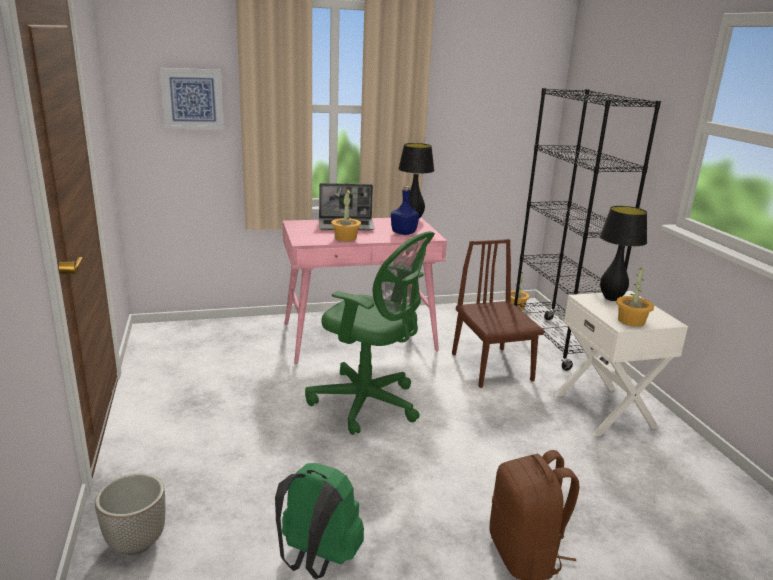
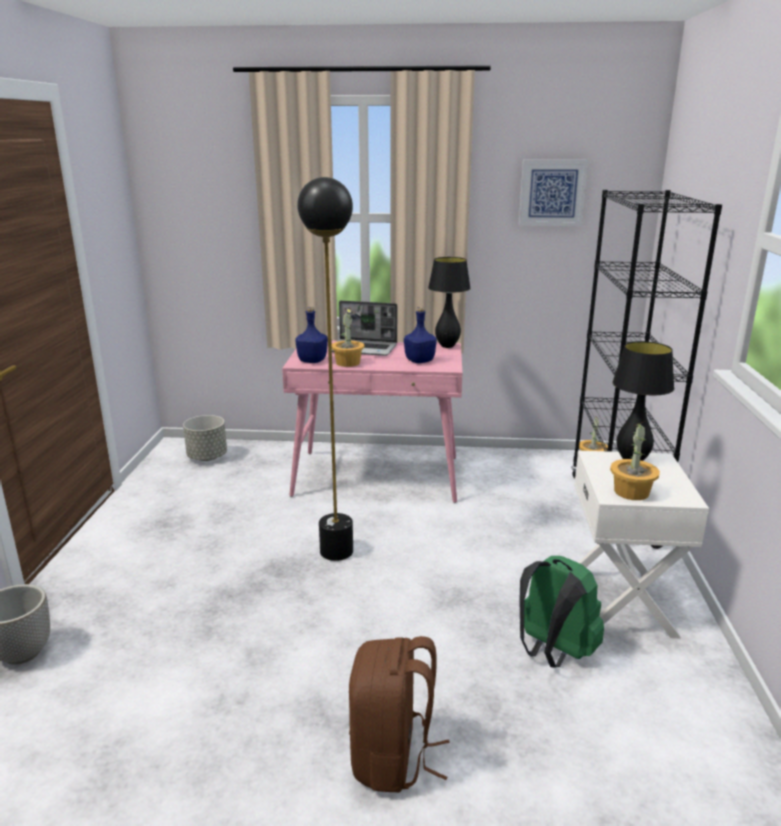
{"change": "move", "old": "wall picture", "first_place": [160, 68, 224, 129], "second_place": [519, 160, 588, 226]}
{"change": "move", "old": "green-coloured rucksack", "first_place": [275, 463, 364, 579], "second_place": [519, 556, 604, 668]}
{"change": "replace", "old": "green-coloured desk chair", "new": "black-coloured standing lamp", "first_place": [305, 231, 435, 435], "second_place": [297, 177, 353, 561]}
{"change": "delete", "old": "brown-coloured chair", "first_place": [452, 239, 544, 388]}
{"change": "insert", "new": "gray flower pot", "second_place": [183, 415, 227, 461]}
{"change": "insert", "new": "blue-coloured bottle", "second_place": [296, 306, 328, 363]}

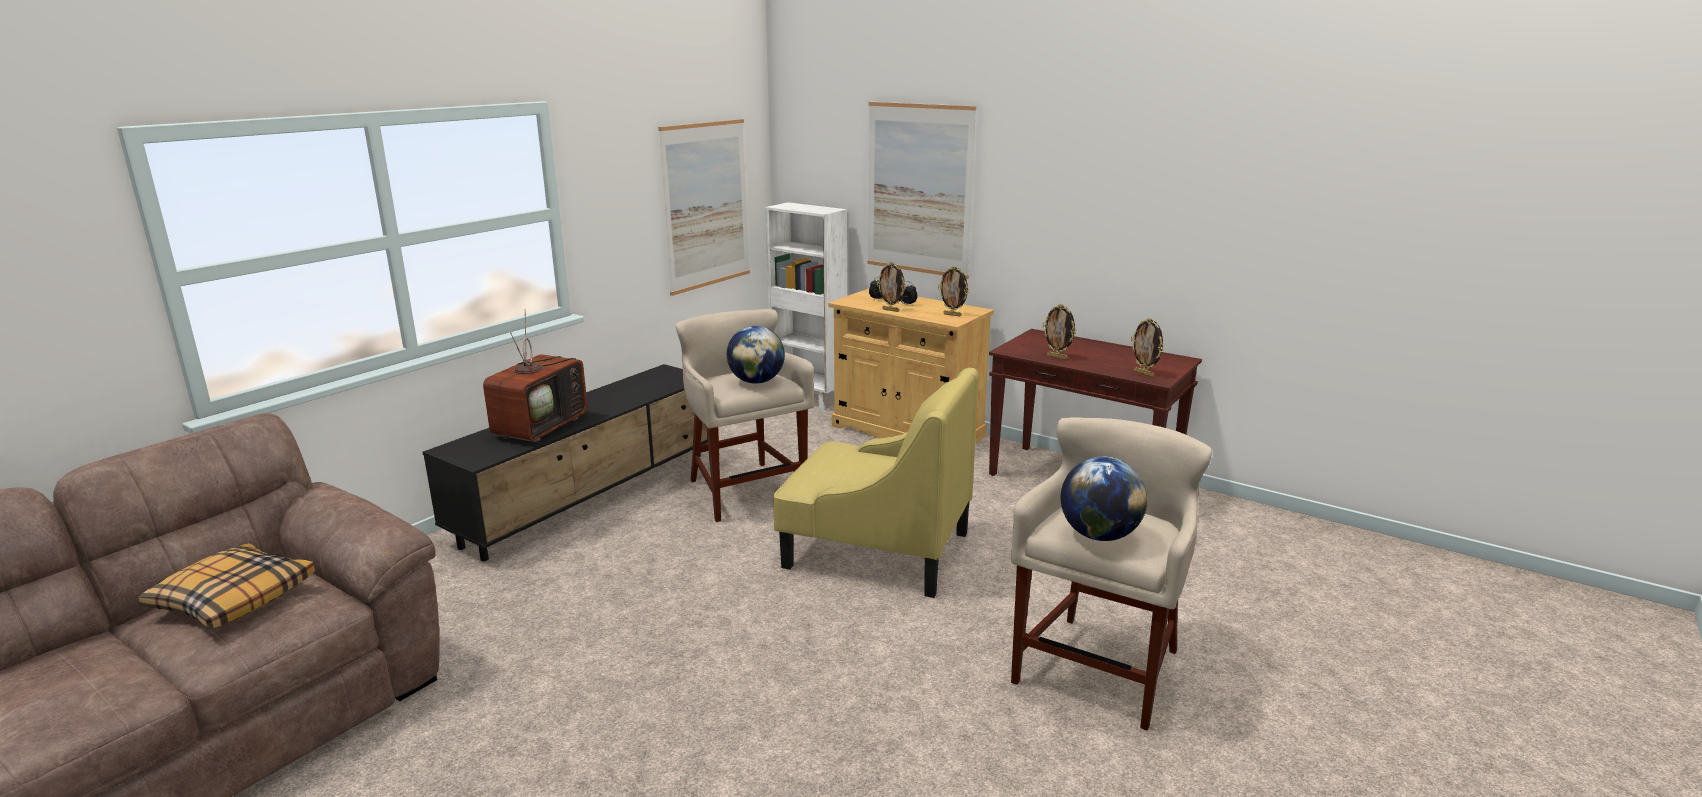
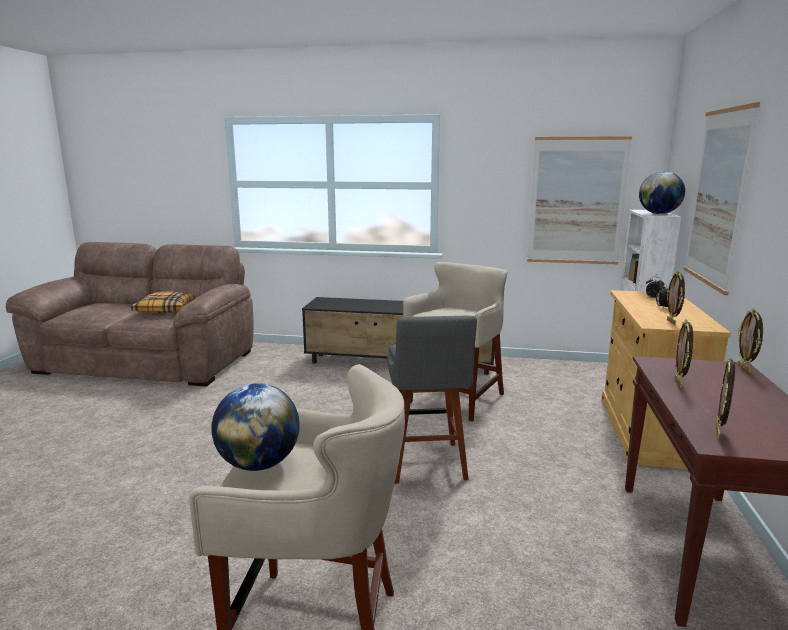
{"change": "delete", "old": "TV", "first_place": [483, 309, 587, 442]}
{"change": "move", "old": "world globe", "first_place": [727, 326, 785, 384], "second_place": [639, 171, 685, 214]}
{"change": "replace", "old": "yellow lounge chair", "new": "gray sitting stool", "first_place": [773, 368, 978, 598], "second_place": [387, 316, 477, 484]}
{"change": "move", "old": "picture frame", "first_place": [877, 262, 906, 312], "second_place": [738, 308, 763, 373]}

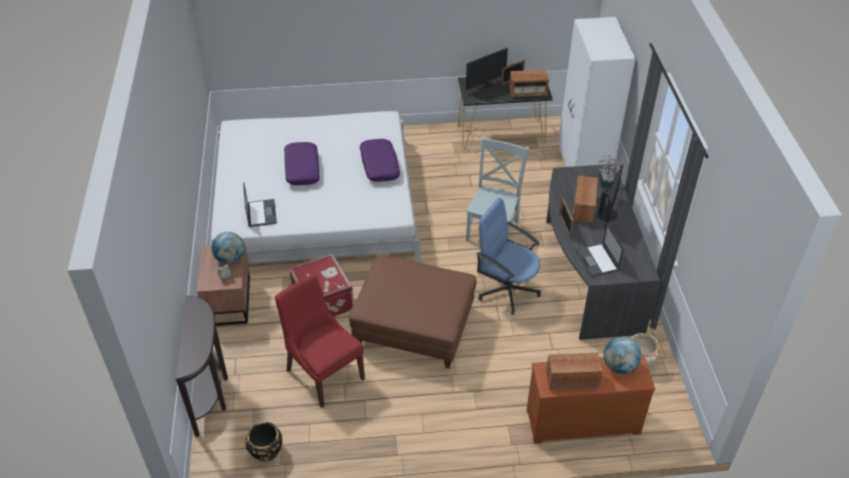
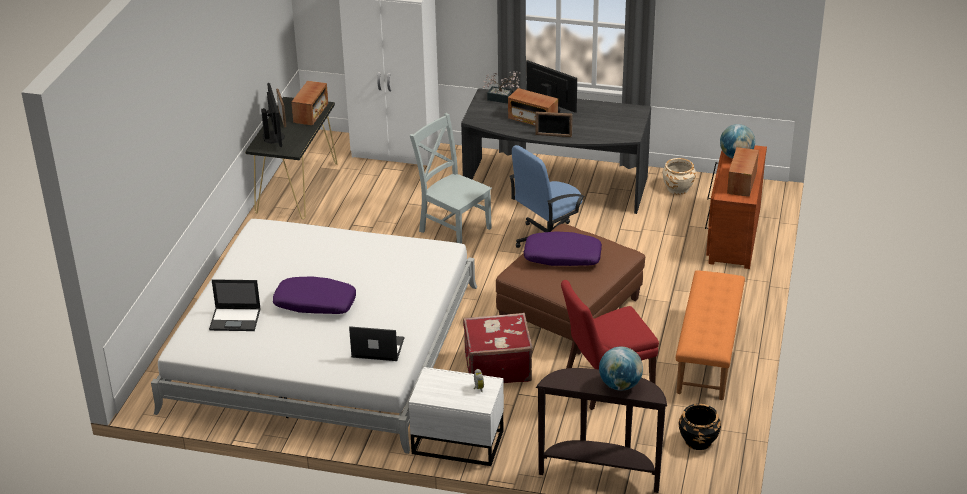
{"change": "recolor", "old": "brown-coloured bedside table", "new": "white-coloured bedside table", "first_place": [197, 243, 250, 326], "second_place": [409, 367, 504, 466]}
{"change": "move", "old": "world globe", "first_place": [211, 232, 244, 264], "second_place": [599, 346, 643, 391]}
{"change": "move", "old": "purplish pillow", "first_place": [360, 139, 400, 182], "second_place": [524, 231, 602, 266]}
{"change": "move", "old": "notebook computer", "first_place": [576, 222, 624, 277], "second_place": [209, 279, 261, 331]}
{"change": "insert", "new": "orange-coloured bench", "second_place": [676, 270, 745, 400]}

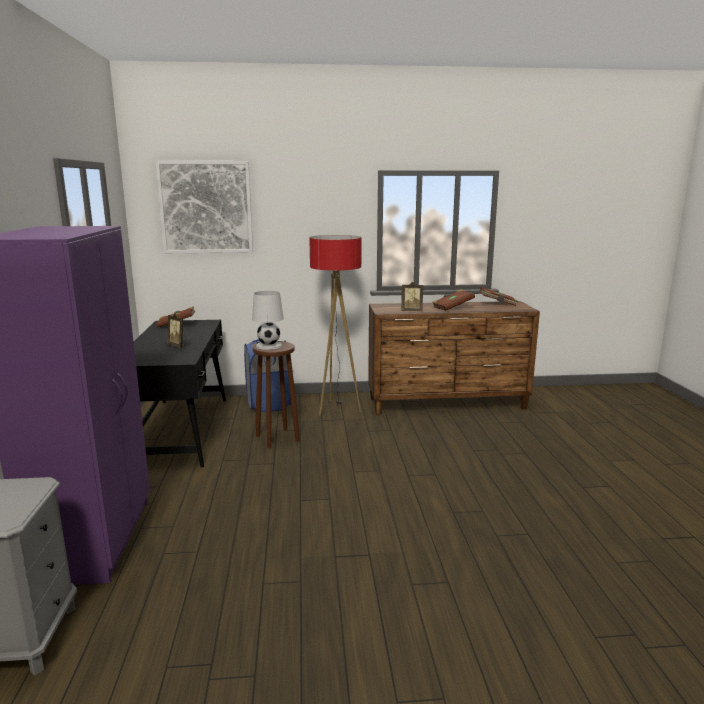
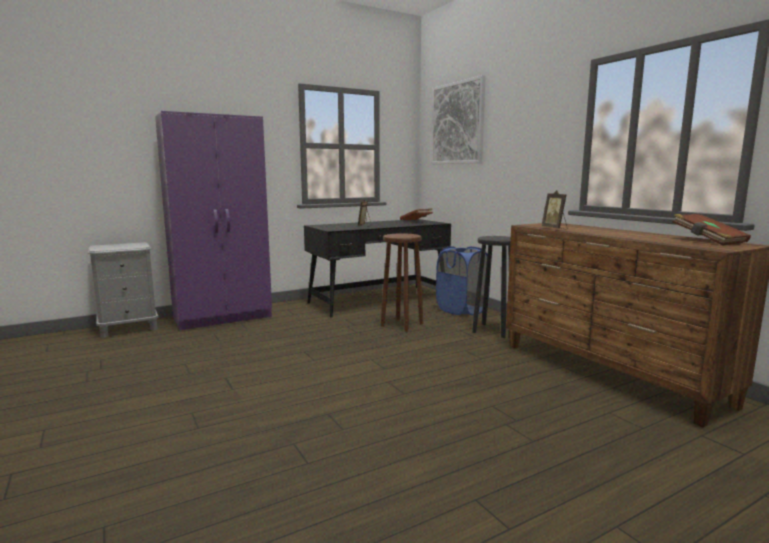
{"change": "delete", "old": "white-coloured tabletop lamp", "first_place": [252, 291, 284, 350]}
{"change": "replace", "old": "standing lamp", "new": "black-coloured sitting stool", "first_place": [309, 235, 361, 417], "second_place": [472, 236, 511, 338]}
{"change": "delete", "old": "brown-coloured book", "first_place": [432, 289, 475, 311]}

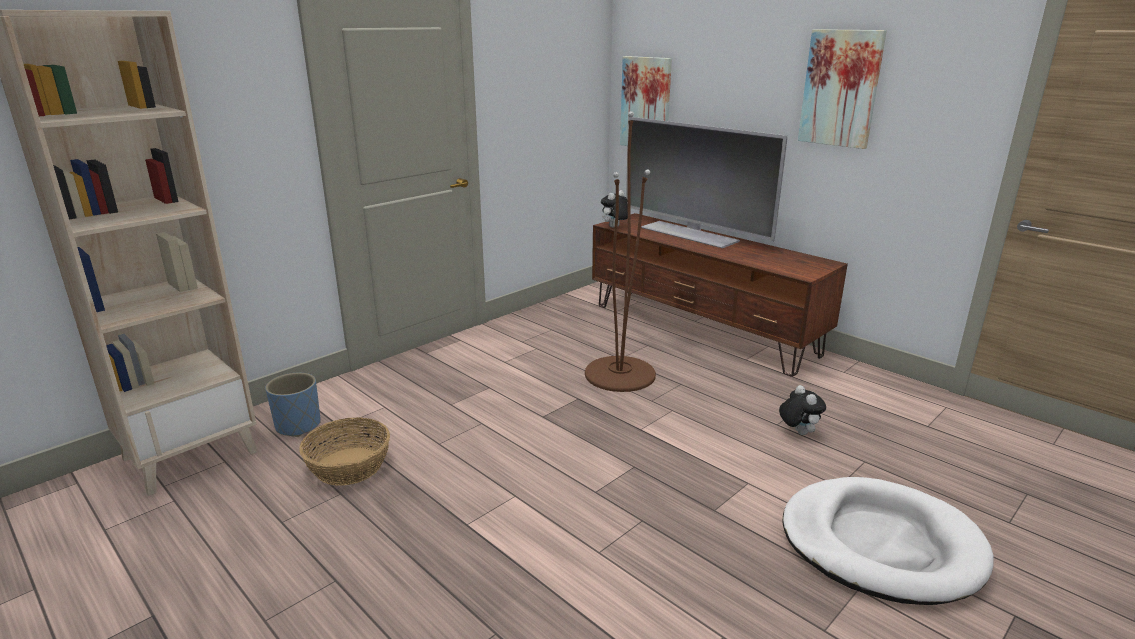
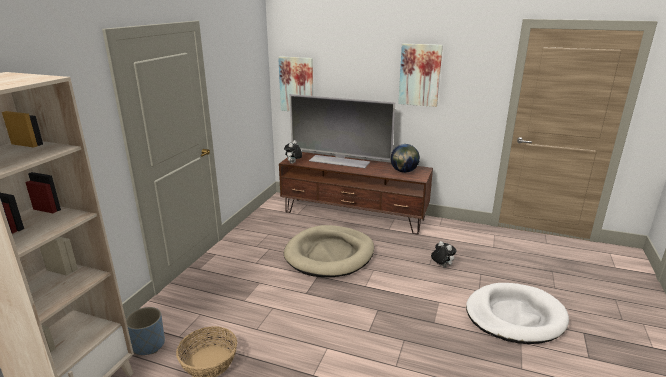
{"change": "replace", "old": "brown-coloured standing lamp", "new": "beige dog cushion", "first_place": [585, 111, 656, 392], "second_place": [284, 225, 374, 277]}
{"change": "insert", "new": "world globe", "second_place": [390, 144, 420, 173]}

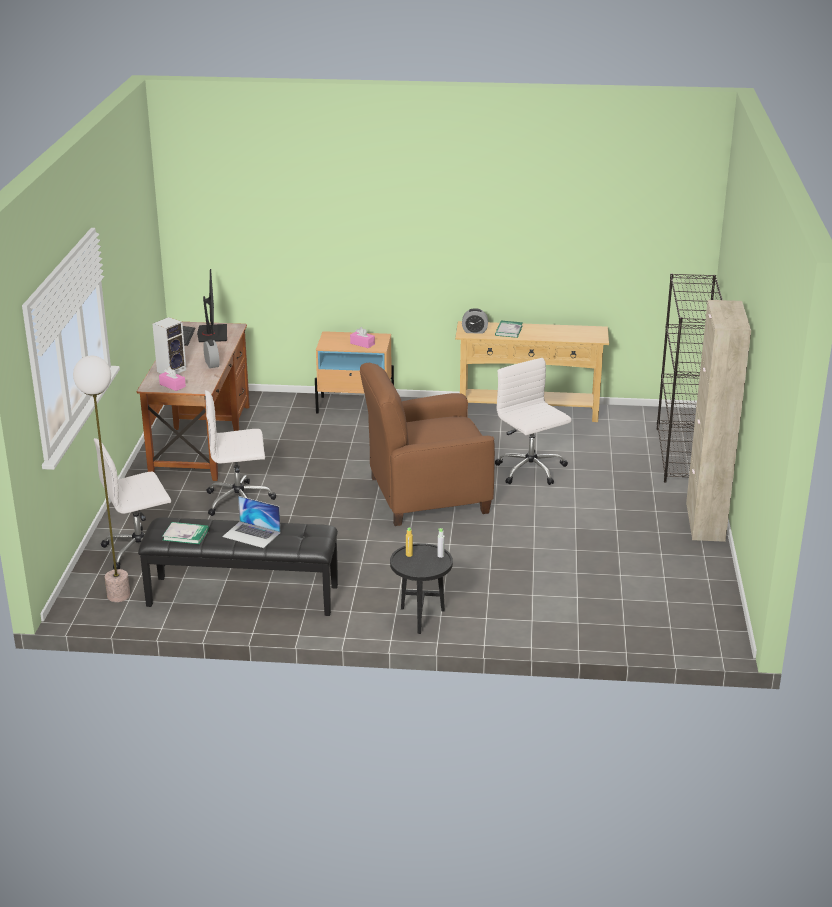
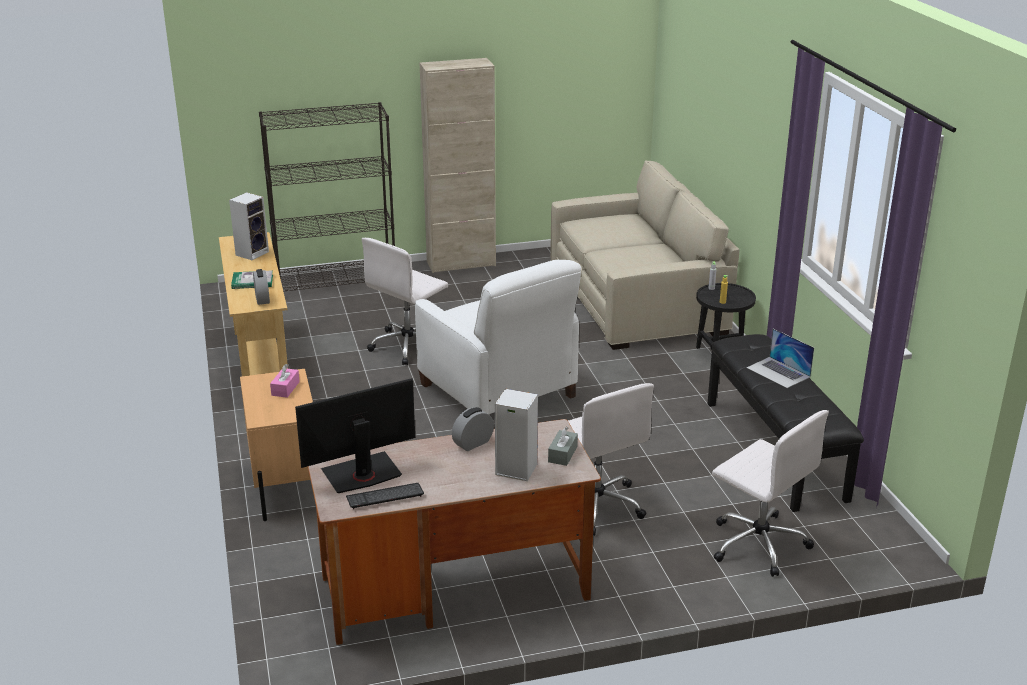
{"change": "delete", "old": "standing lamp", "first_place": [73, 355, 130, 602]}
{"change": "recolor", "old": "pinkish box of tissues", "new": "gray box of tissues", "first_place": [159, 367, 186, 391], "second_place": [548, 427, 578, 466]}
{"change": "delete", "old": "book", "first_place": [162, 522, 209, 544]}
{"change": "rotate", "old": "notebook computer", "first_place": [222, 496, 281, 548], "second_place": [746, 329, 814, 388], "degrees": 135}
{"change": "recolor", "old": "brown-coloured lounge chair", "new": "white-coloured lounge chair", "first_place": [360, 363, 495, 526], "second_place": [415, 260, 581, 414]}
{"change": "insert", "new": "loudspeaker", "second_place": [229, 192, 269, 260]}
{"change": "insert", "new": "beige sofa", "second_place": [550, 160, 740, 350]}

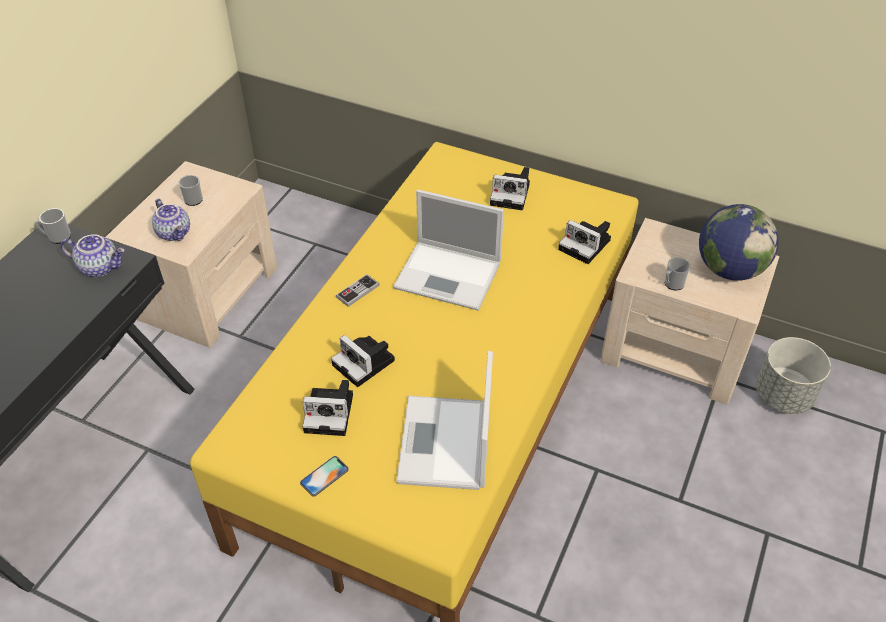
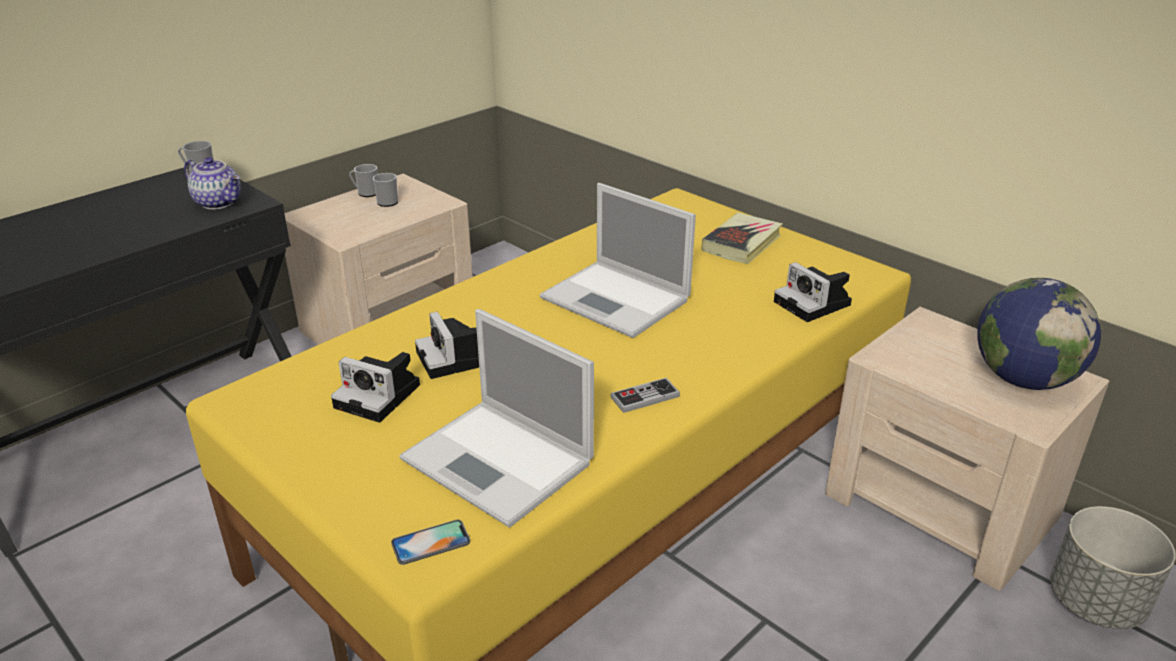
{"change": "delete", "old": "teapot", "first_place": [152, 199, 190, 241]}
{"change": "move", "old": "phone", "first_place": [300, 456, 349, 497], "second_place": [391, 520, 470, 565]}
{"change": "move", "old": "game controller", "first_place": [336, 274, 379, 307], "second_place": [610, 378, 680, 413]}
{"change": "rotate", "old": "notebook computer", "first_place": [396, 351, 493, 490], "second_place": [399, 309, 594, 528], "degrees": -75}
{"change": "replace", "old": "photo camera", "new": "book", "first_place": [490, 167, 530, 210], "second_place": [702, 213, 783, 264]}
{"change": "move", "old": "mug", "first_place": [664, 257, 691, 290], "second_place": [349, 164, 378, 197]}

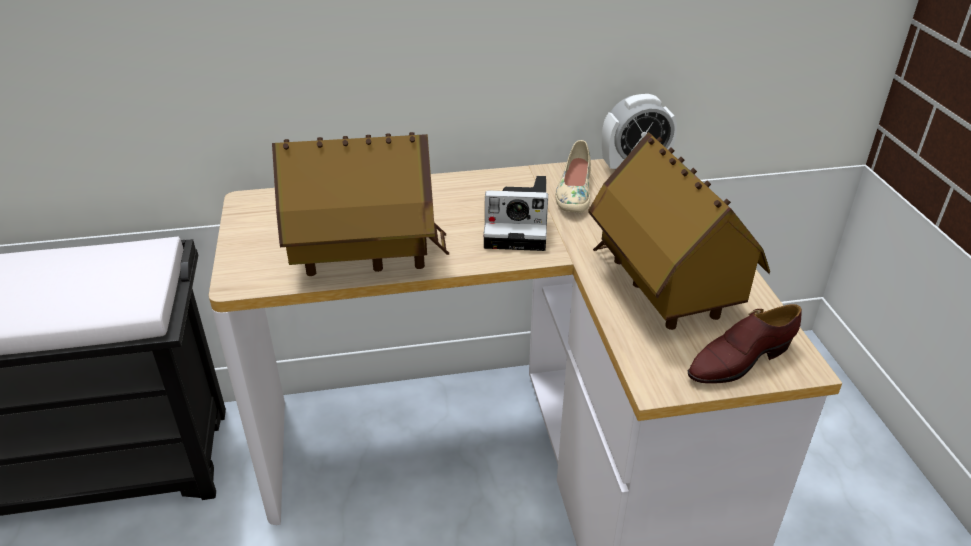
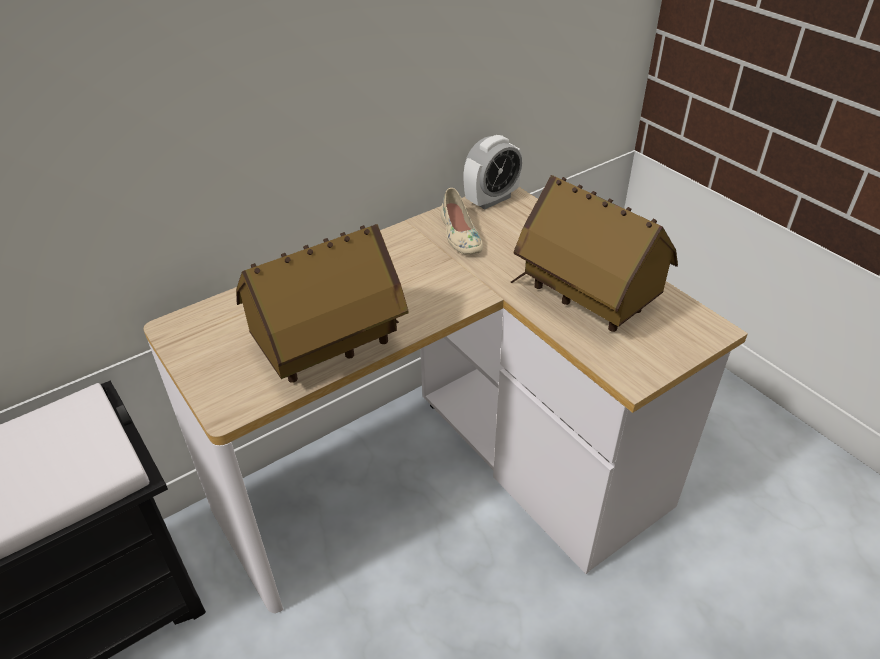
{"change": "delete", "old": "photo camera", "first_place": [483, 176, 548, 251]}
{"change": "delete", "old": "brown-coloured shoe", "first_place": [688, 304, 802, 384]}

